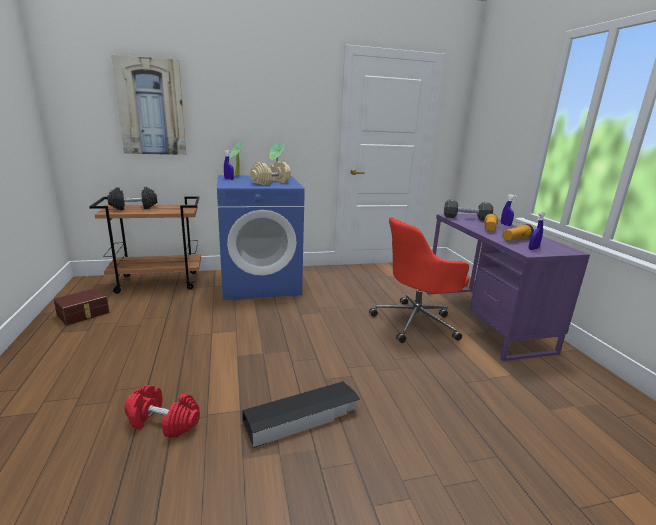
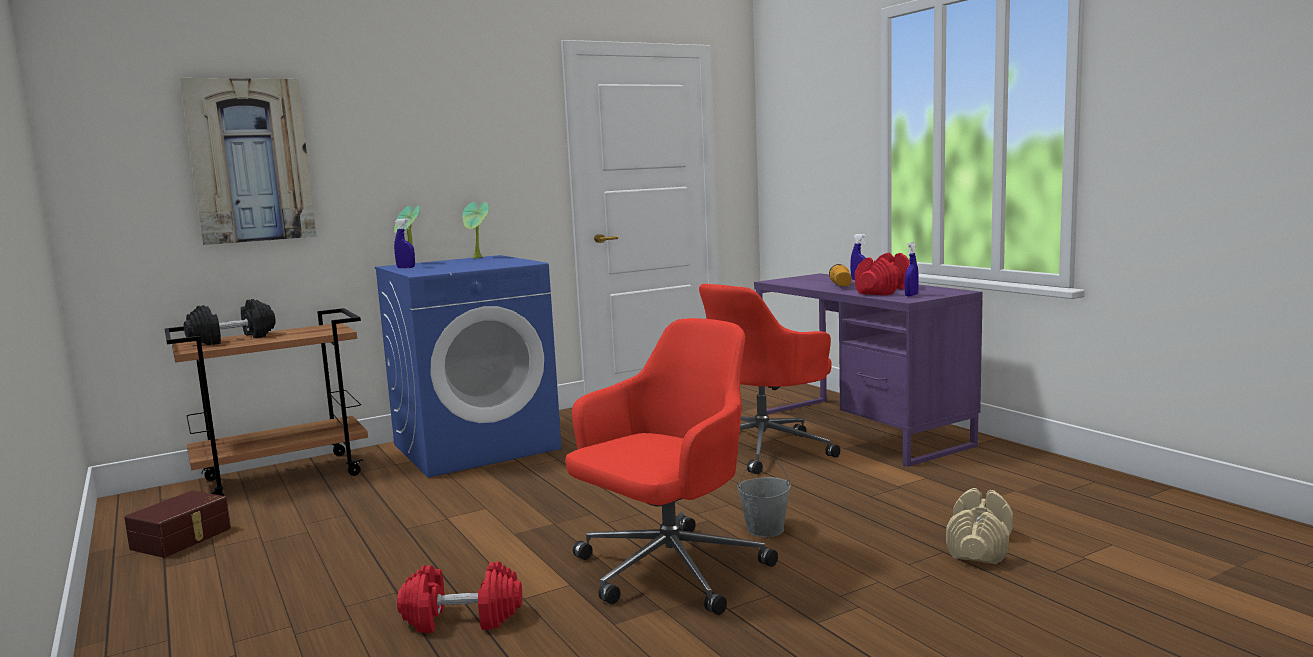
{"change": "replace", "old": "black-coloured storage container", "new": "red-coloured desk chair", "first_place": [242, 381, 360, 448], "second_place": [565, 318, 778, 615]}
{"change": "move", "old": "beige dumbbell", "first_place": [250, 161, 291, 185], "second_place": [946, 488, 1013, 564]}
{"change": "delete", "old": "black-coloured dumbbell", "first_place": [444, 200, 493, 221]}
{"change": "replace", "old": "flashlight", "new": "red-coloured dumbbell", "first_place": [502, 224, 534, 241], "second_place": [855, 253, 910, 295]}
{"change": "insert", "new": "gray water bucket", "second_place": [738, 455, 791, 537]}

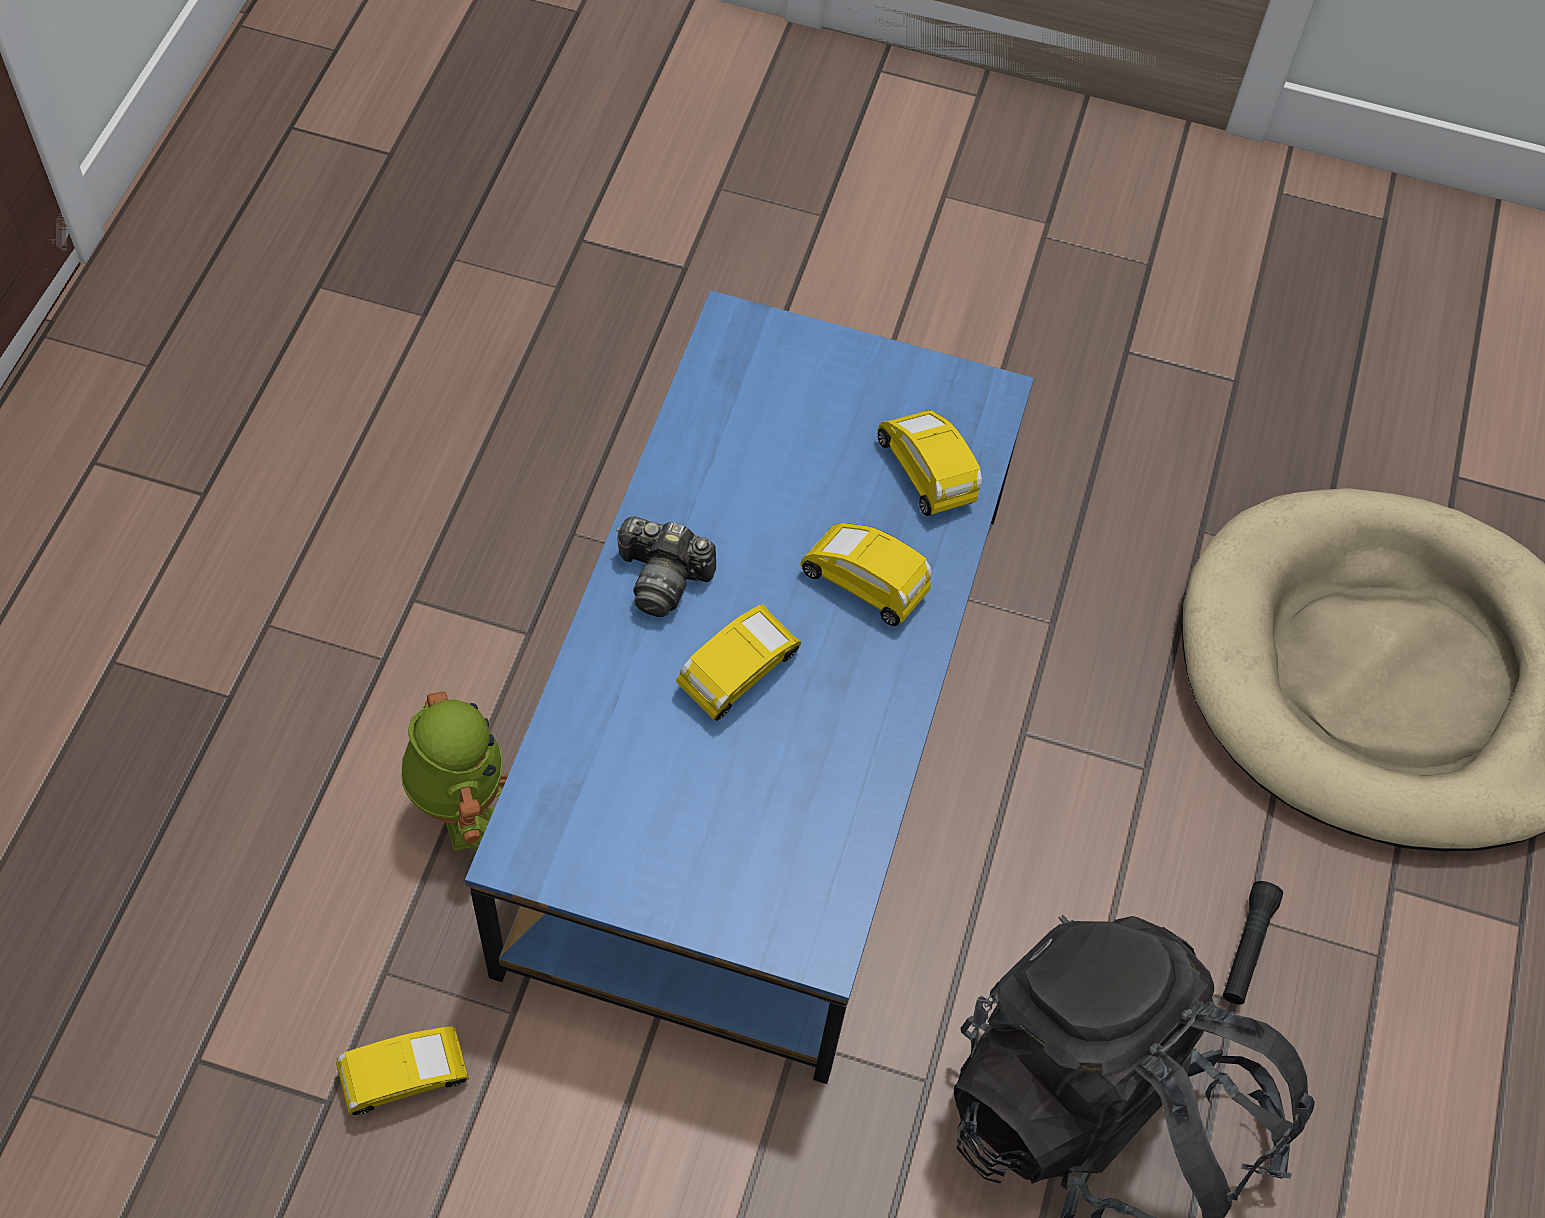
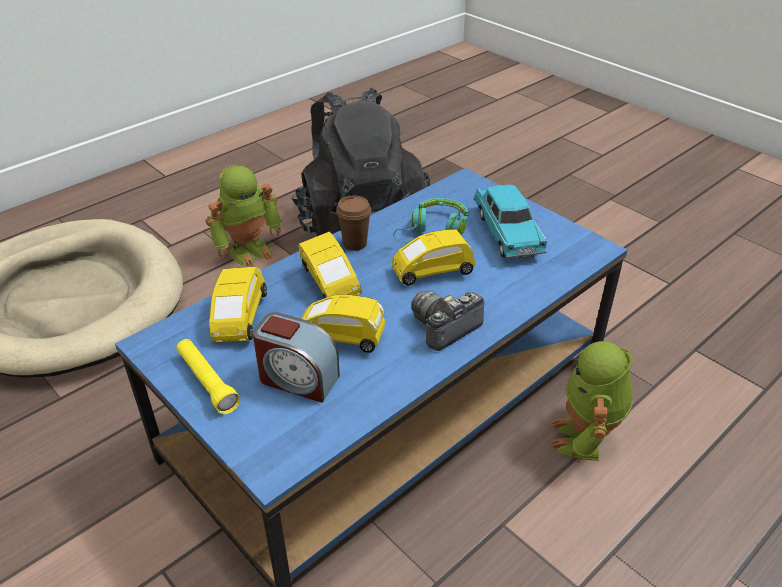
{"change": "move", "old": "yellow model car", "first_place": [336, 1027, 469, 1115], "second_place": [301, 295, 385, 353]}
{"change": "rotate", "old": "photo camera", "first_place": [616, 516, 716, 617], "second_place": [411, 291, 484, 351], "degrees": -90}
{"change": "replace", "old": "black-coloured flashlight", "new": "toy robot", "first_place": [1222, 881, 1283, 1005], "second_place": [205, 165, 282, 267]}
{"change": "insert", "new": "yellow flashlight", "second_place": [176, 339, 240, 414]}
{"change": "insert", "new": "bedside clock", "second_place": [253, 312, 340, 403]}
{"change": "insert", "new": "brown-coloured small cup", "second_place": [336, 196, 371, 251]}
{"change": "insert", "new": "turquoise-coloured pair of headphones", "second_place": [393, 198, 469, 243]}
{"change": "insert", "new": "turquoise-coloured model car", "second_place": [474, 185, 547, 259]}

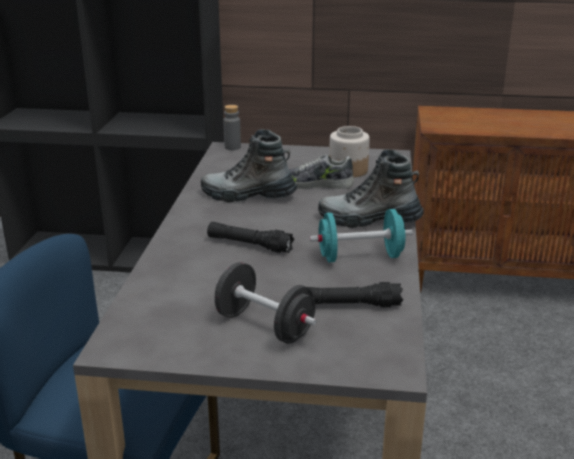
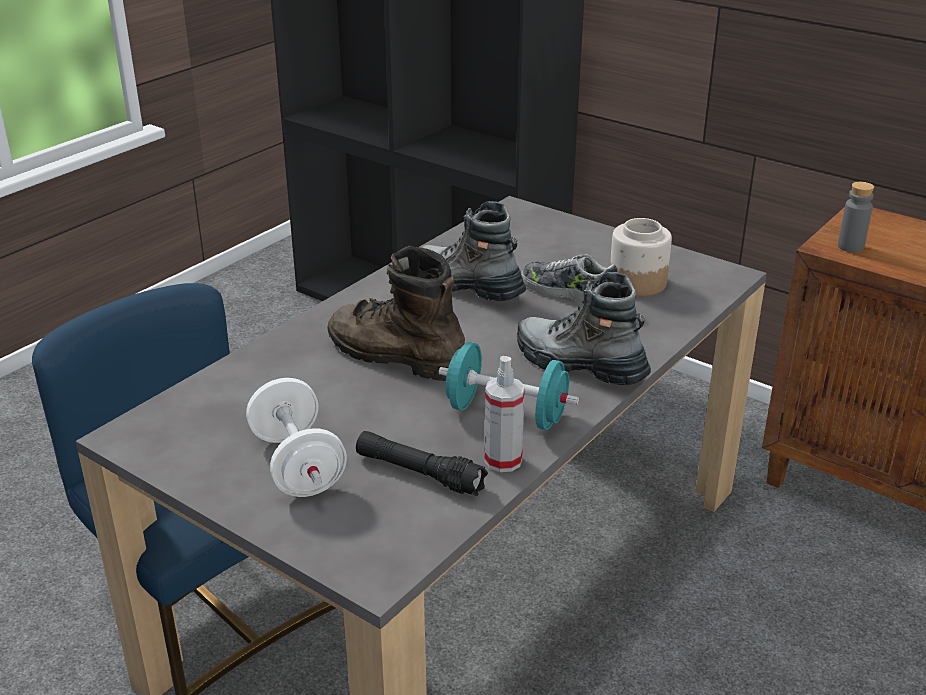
{"change": "replace", "old": "black-coloured flashlight", "new": "brown-coloured high-top boot", "first_place": [207, 222, 294, 253], "second_place": [327, 246, 465, 381]}
{"change": "recolor", "old": "black-coloured dumbbell", "new": "white-coloured dumbbell", "first_place": [215, 262, 317, 344], "second_place": [246, 378, 347, 497]}
{"change": "move", "old": "gray bottle", "first_place": [223, 105, 241, 150], "second_place": [838, 182, 874, 252]}
{"change": "insert", "new": "hand sprayer", "second_place": [484, 356, 525, 472]}

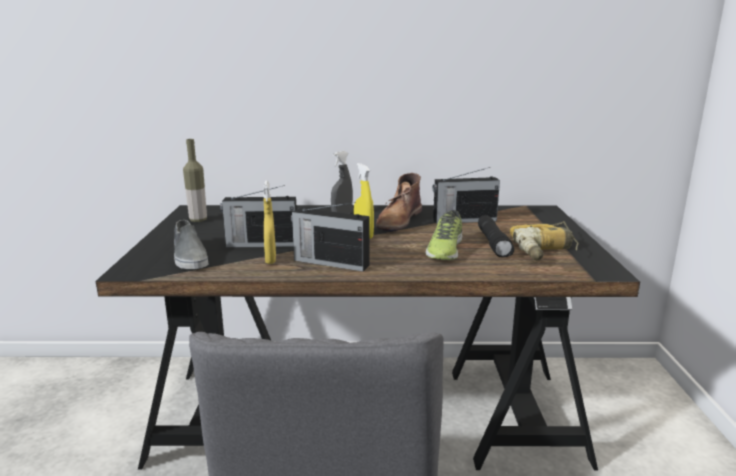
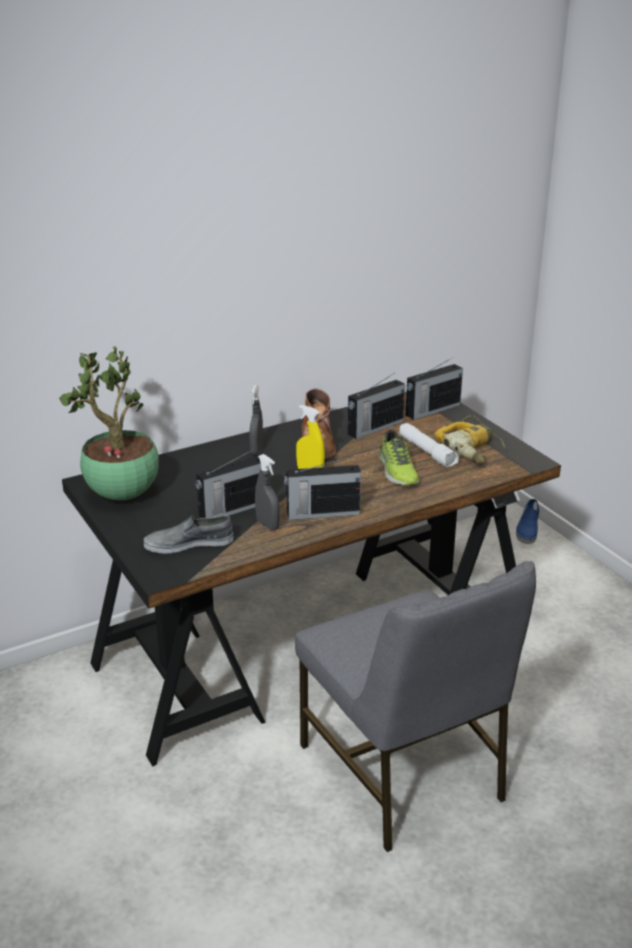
{"change": "rotate", "old": "gray shoe", "first_place": [174, 220, 208, 269], "second_place": [144, 515, 233, 553], "degrees": 135}
{"change": "replace", "old": "bottle", "new": "plant in a pot", "first_place": [183, 139, 207, 222], "second_place": [59, 346, 159, 501]}
{"change": "recolor", "old": "yellow hand sprayer", "new": "gray hand sprayer", "first_place": [263, 180, 276, 264], "second_place": [255, 454, 279, 530]}
{"change": "recolor", "old": "black-coloured flashlight", "new": "white-coloured flashlight", "first_place": [478, 215, 514, 257], "second_place": [400, 423, 459, 467]}
{"change": "insert", "new": "radio receiver", "second_place": [406, 359, 463, 420]}
{"change": "insert", "new": "blue-coloured shoe", "second_place": [516, 499, 539, 544]}

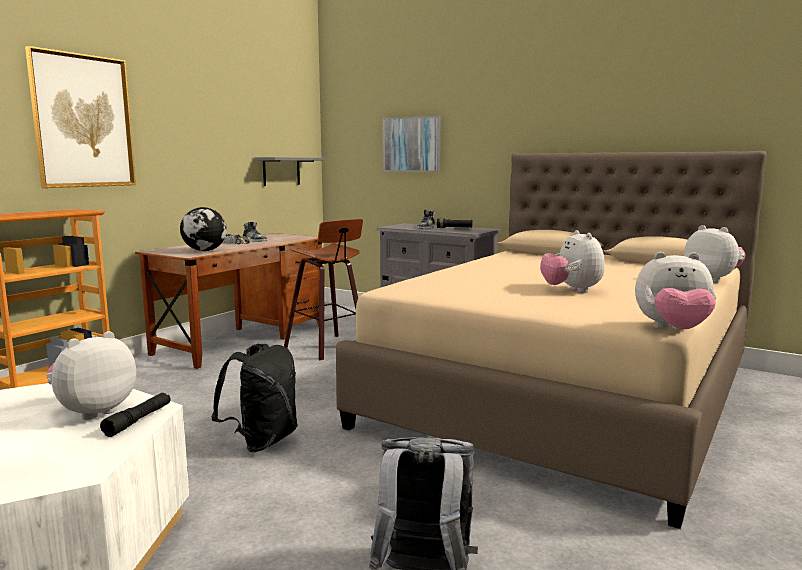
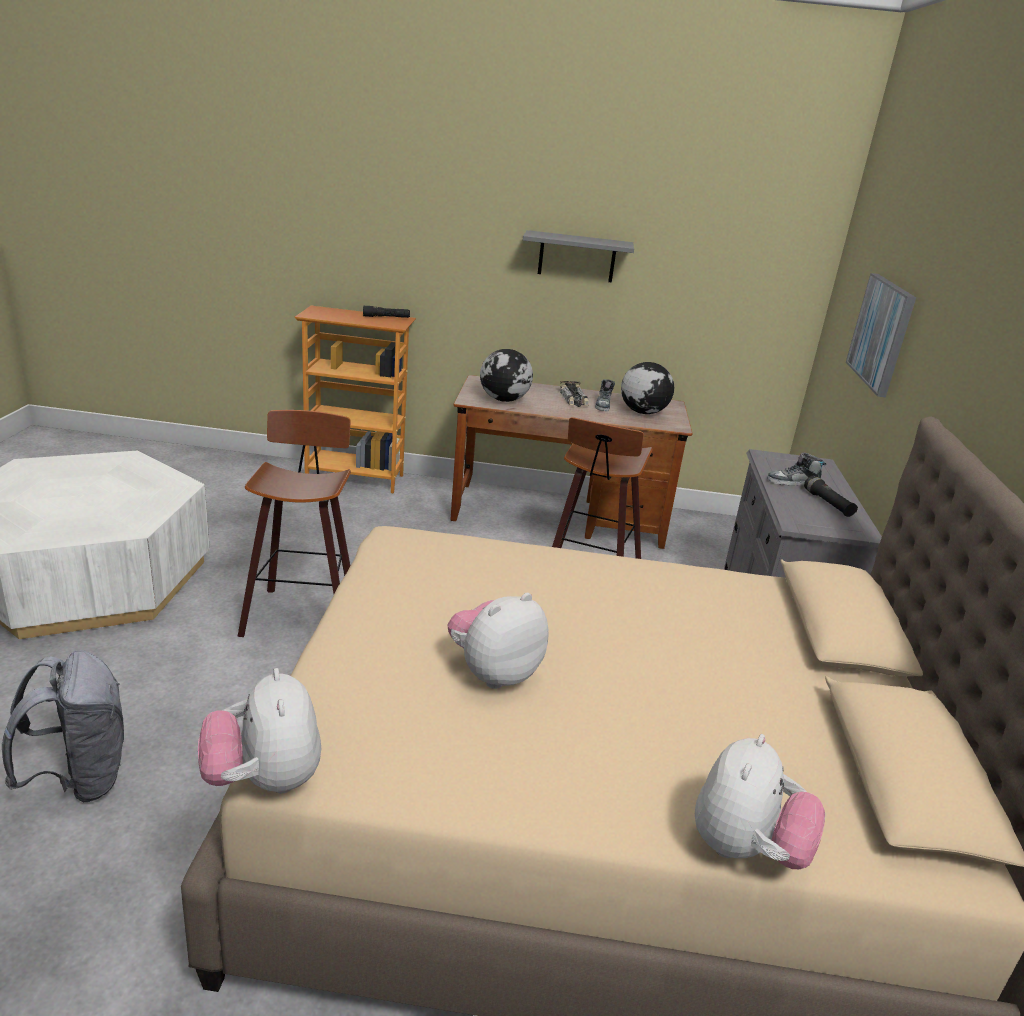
{"change": "delete", "old": "wall picture", "first_place": [25, 46, 136, 188]}
{"change": "delete", "old": "cuddly toy", "first_place": [47, 331, 136, 420]}
{"change": "move", "old": "black-coloured flashlight", "first_place": [100, 393, 171, 437], "second_place": [363, 306, 410, 318]}
{"change": "replace", "old": "black-coloured rucksack", "new": "sitting stool", "first_place": [211, 344, 298, 452], "second_place": [237, 410, 351, 637]}
{"change": "move", "old": "gray wall shelf", "first_place": [255, 157, 324, 186], "second_place": [523, 230, 634, 283]}
{"change": "insert", "new": "world globe", "second_place": [621, 362, 674, 414]}

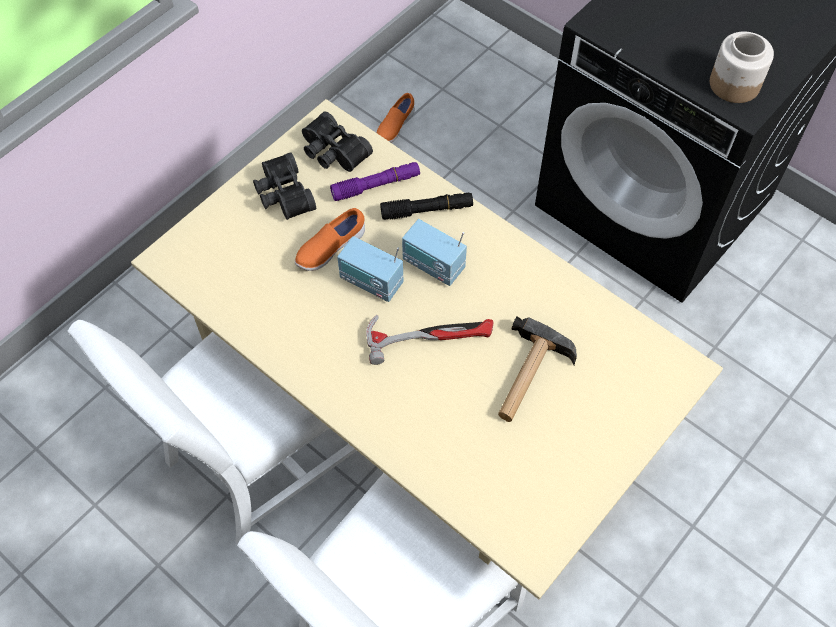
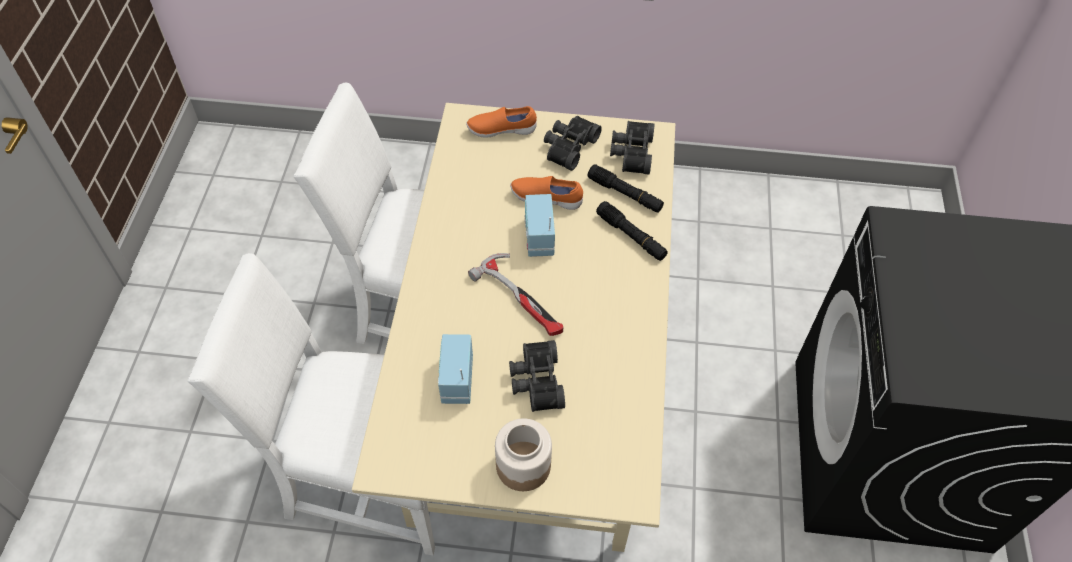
{"change": "recolor", "old": "purplish flashlight", "new": "black-coloured flashlight", "first_place": [330, 162, 420, 201], "second_place": [587, 164, 664, 212]}
{"change": "move", "old": "orange-coloured shoe", "first_place": [377, 93, 415, 143], "second_place": [466, 106, 537, 138]}
{"change": "move", "old": "radio receiver", "first_place": [402, 219, 467, 286], "second_place": [438, 334, 473, 404]}
{"change": "replace", "old": "hammer", "new": "black-coloured field glasses", "first_place": [498, 316, 577, 422], "second_place": [509, 340, 565, 412]}
{"change": "move", "old": "storage jar", "first_place": [710, 32, 774, 103], "second_place": [495, 418, 552, 491]}

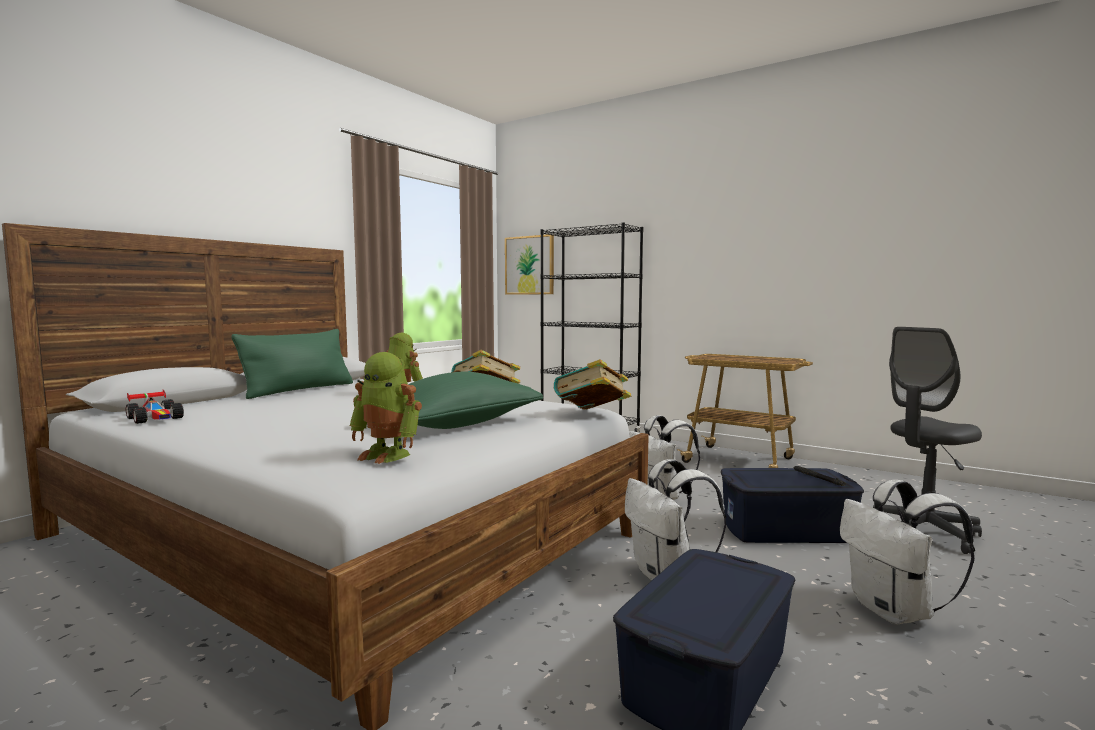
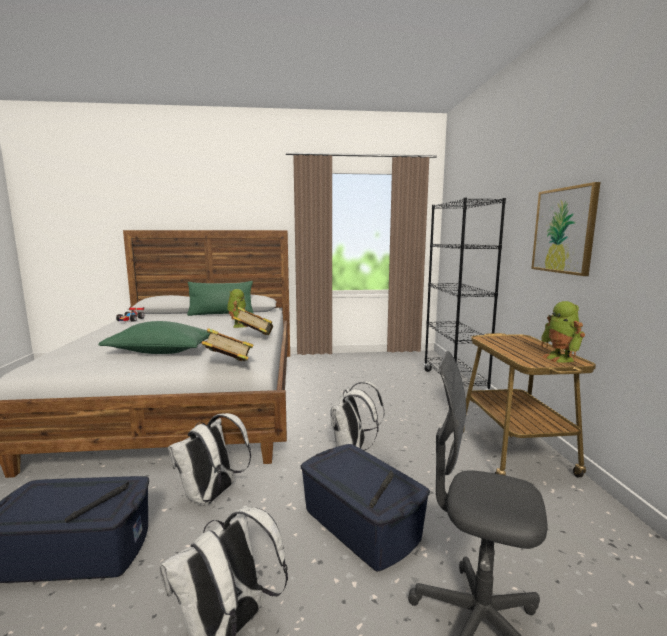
{"change": "move", "old": "toy robot", "first_place": [349, 352, 422, 464], "second_place": [541, 301, 585, 363]}
{"change": "move", "old": "wall picture", "first_place": [505, 235, 554, 295], "second_place": [531, 182, 600, 276]}
{"change": "insert", "new": "black-coloured flashlight", "second_place": [65, 482, 129, 523]}

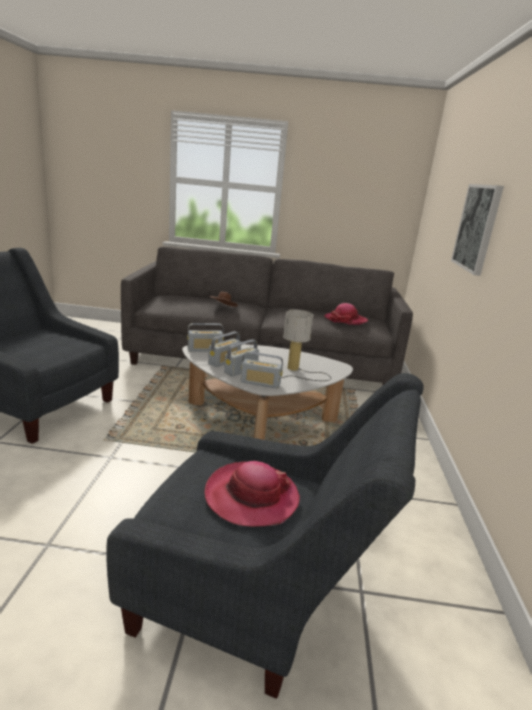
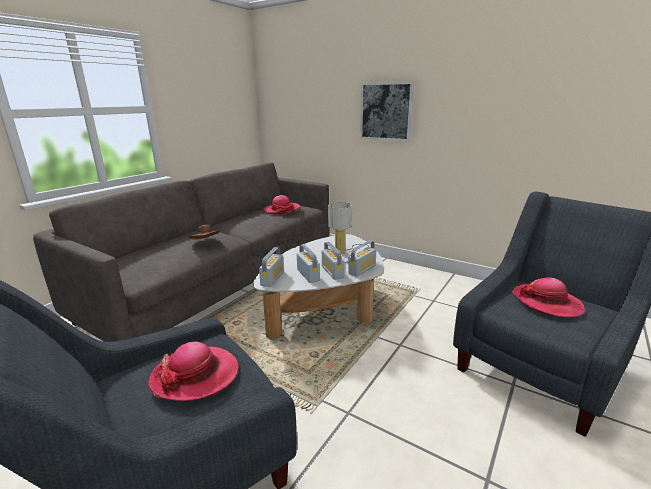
{"change": "insert", "new": "clothing hat", "second_place": [148, 342, 238, 401]}

